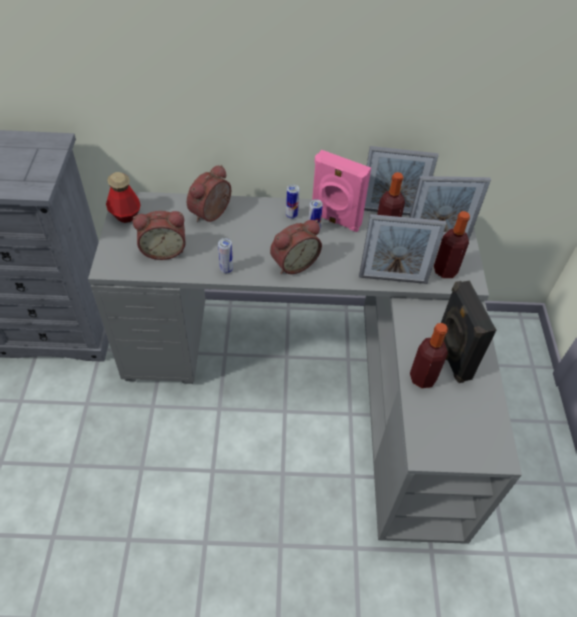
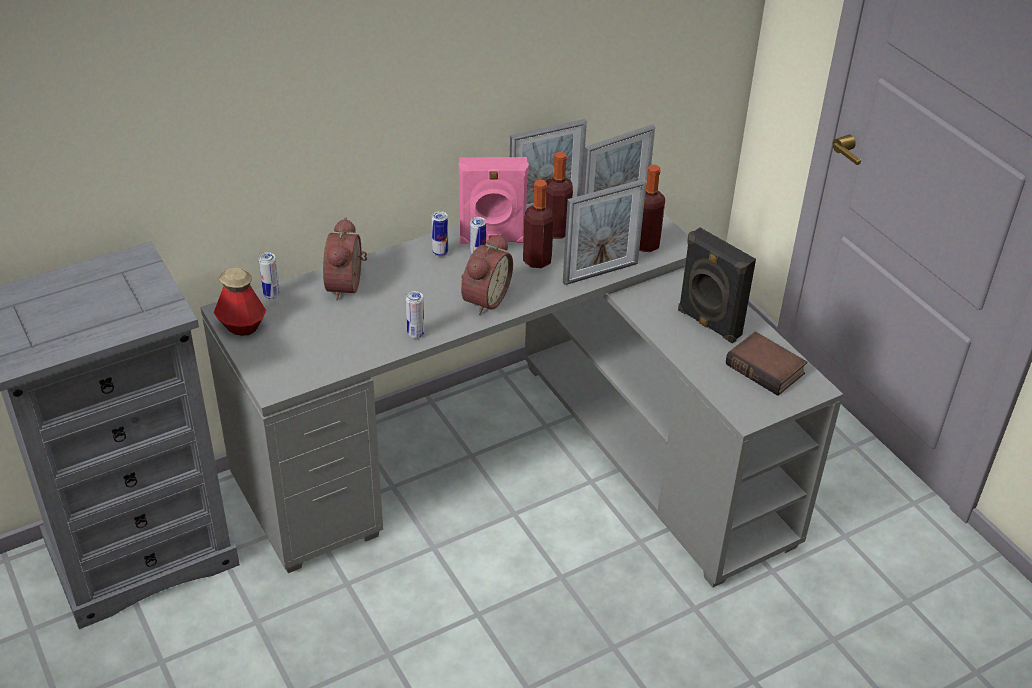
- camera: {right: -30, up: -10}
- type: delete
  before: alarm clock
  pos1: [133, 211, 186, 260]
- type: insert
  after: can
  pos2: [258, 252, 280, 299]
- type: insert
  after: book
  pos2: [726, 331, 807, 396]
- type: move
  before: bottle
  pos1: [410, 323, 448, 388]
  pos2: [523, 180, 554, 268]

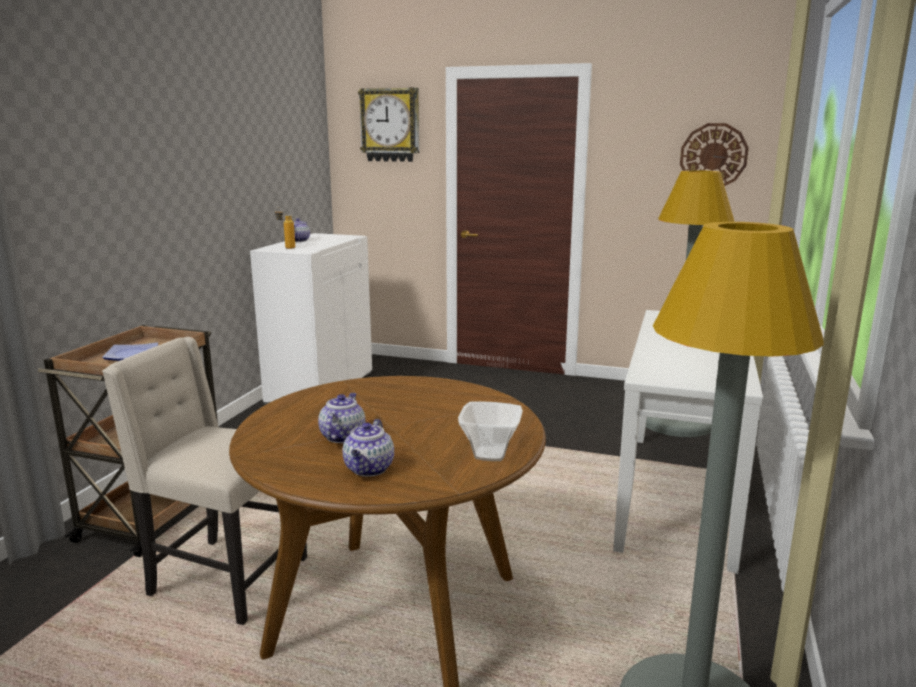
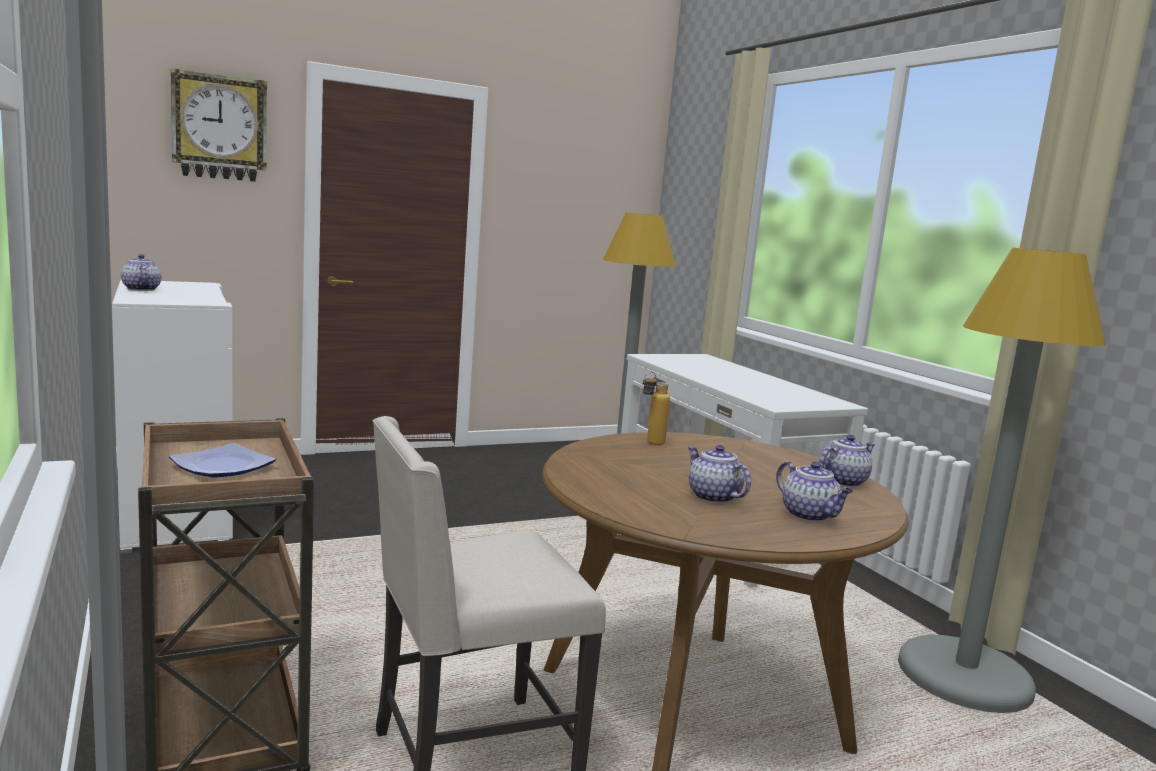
- camera: {right: -45, up: -5}
- type: delete
  before: wall clock
  pos1: [680, 123, 749, 186]
- type: move
  before: bottle
  pos1: [275, 208, 295, 249]
  pos2: [643, 371, 670, 445]
- type: replace
  before: bowl
  after: teapot
  pos1: [458, 401, 523, 461]
  pos2: [819, 435, 875, 487]

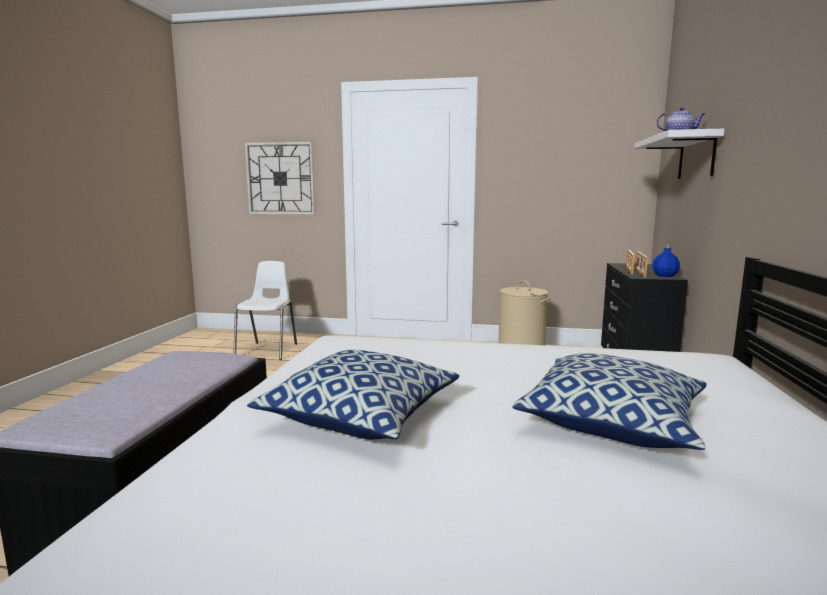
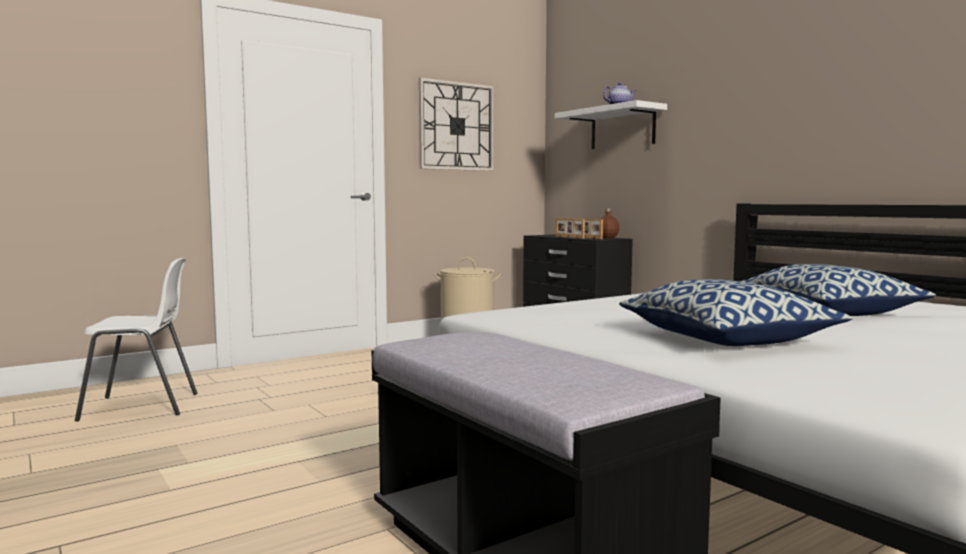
- camera: {right: -45, up: -5}
- type: move
  before: wall clock
  pos1: [245, 142, 315, 214]
  pos2: [419, 78, 494, 171]
- type: recolor
  before: bottle (blue)
  after: bottle (brown)
  pos1: [652, 244, 680, 277]
  pos2: [601, 208, 619, 238]
- type: rotate
  before: chair (white)
  pos1: [233, 261, 297, 360]
  pos2: [75, 258, 197, 422]
  turn: 120

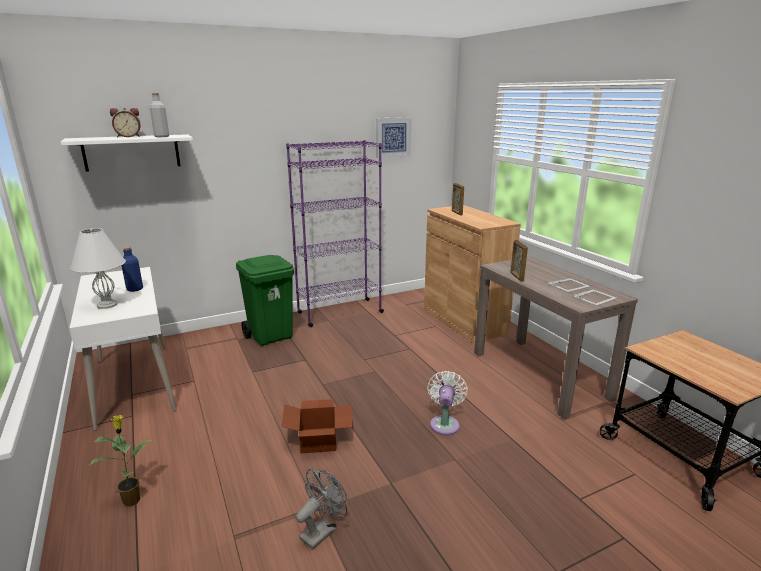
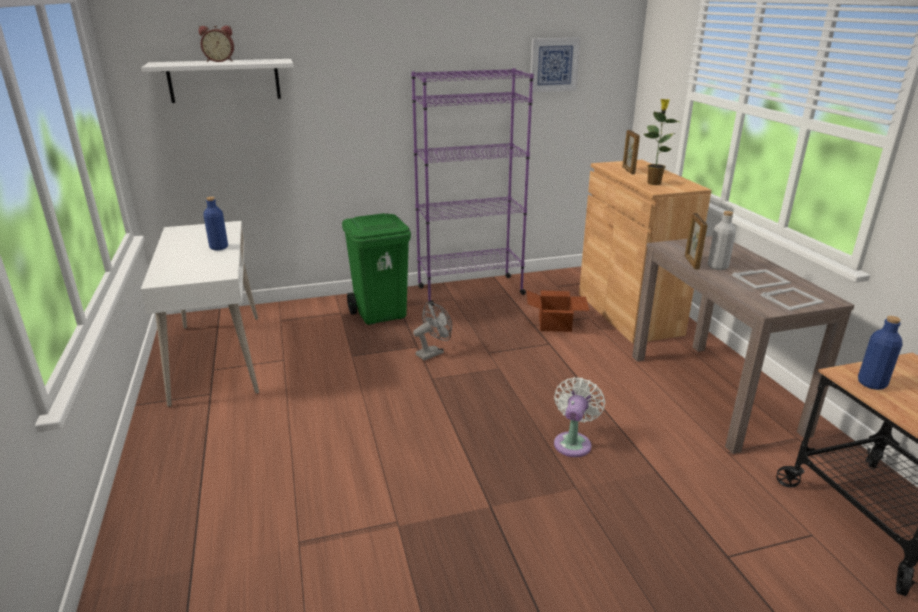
- camera: {right: 10, up: 5}
- type: delete
  before: table lamp (white)
  pos1: [70, 228, 126, 309]
- type: insert
  after: bottle (blue)
  pos2: [858, 316, 903, 390]
- type: move
  before: potted plant
  pos1: [88, 415, 154, 506]
  pos2: [643, 99, 680, 185]
- type: move
  before: bottle (grey)
  pos1: [150, 93, 169, 137]
  pos2: [708, 211, 736, 270]
- type: move
  before: cardboard box
  pos1: [282, 399, 353, 453]
  pos2: [527, 291, 589, 332]
- type: move
  before: fan (grey)
  pos1: [296, 469, 347, 550]
  pos2: [413, 302, 452, 361]

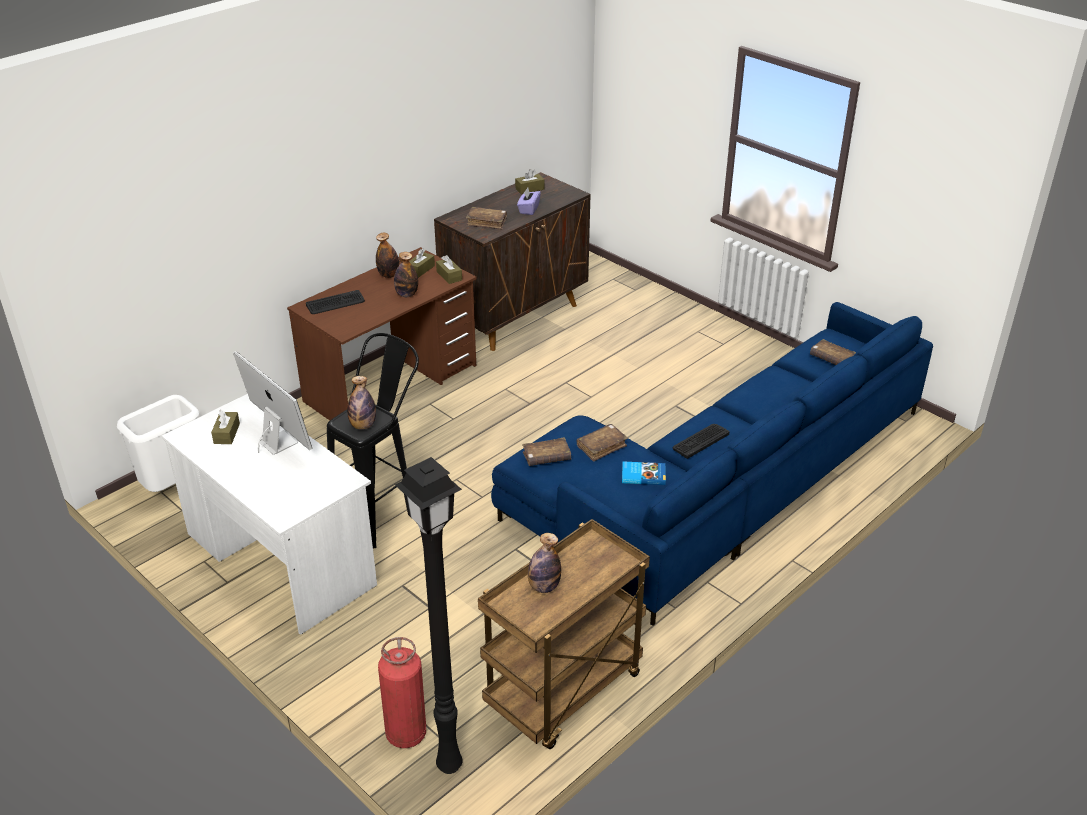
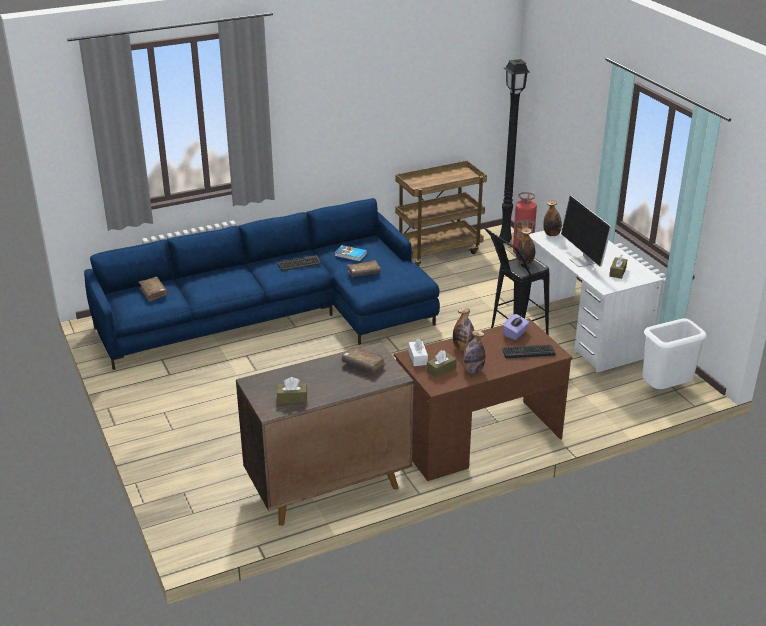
- camera: {right: -160, up: -5}
- type: delete
  before: book (brown)
  pos1: [522, 437, 571, 466]
- type: move
  before: tissue box (purple)
  pos1: [517, 188, 541, 215]
  pos2: [503, 314, 529, 340]
- type: move
  before: bottle
  pos1: [528, 533, 561, 593]
  pos2: [543, 200, 562, 236]
- type: recolor
  before: tissue box (brown)
  after: tissue box (white)
  pos1: [436, 255, 462, 284]
  pos2: [408, 338, 428, 366]

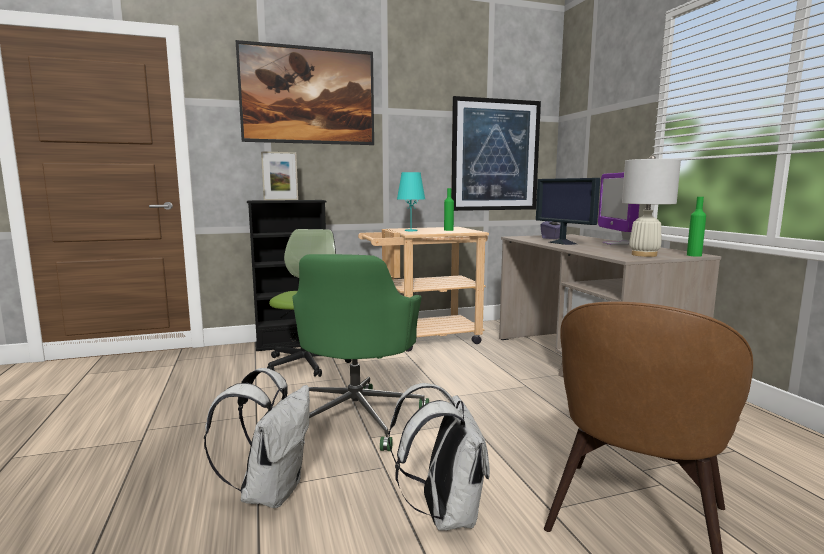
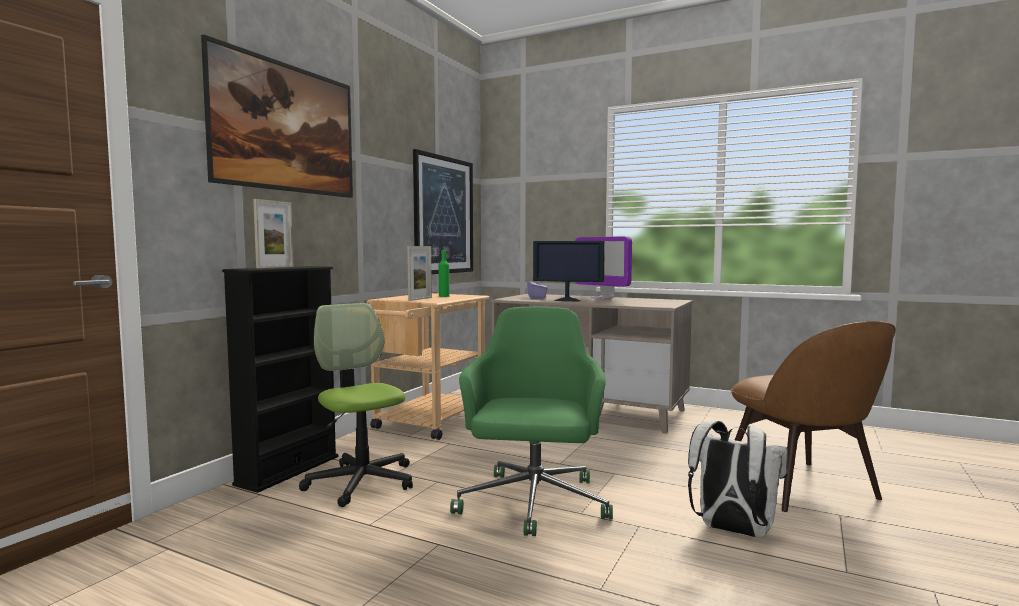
- camera: {right: -45, up: -5}
- type: delete
  before: backpack (white)
  pos1: [204, 368, 310, 508]
- type: delete
  before: table lamp (white)
  pos1: [622, 156, 681, 257]
- type: delete
  before: bottle (green)
  pos1: [687, 197, 706, 257]
- type: replace
  before: table lamp (turquoise)
  after: picture frame
  pos1: [397, 172, 425, 231]
  pos2: [407, 246, 432, 301]
- type: rotate
  before: office chair (green)
  pos1: [293, 254, 429, 451]
  pos2: [450, 307, 613, 536]
  turn: -135

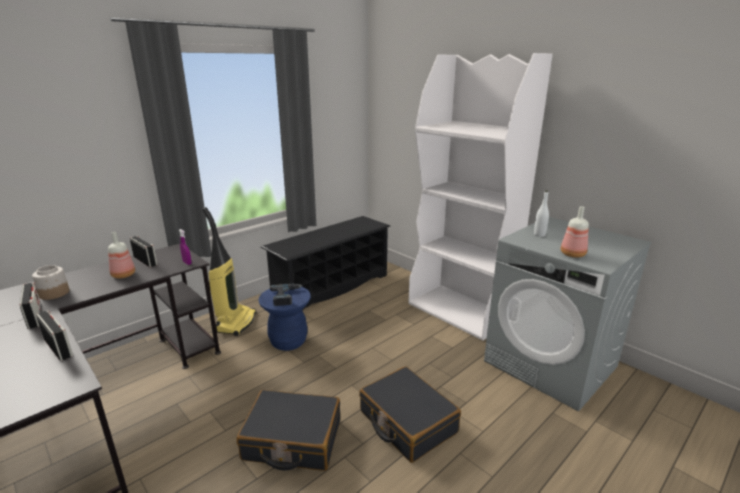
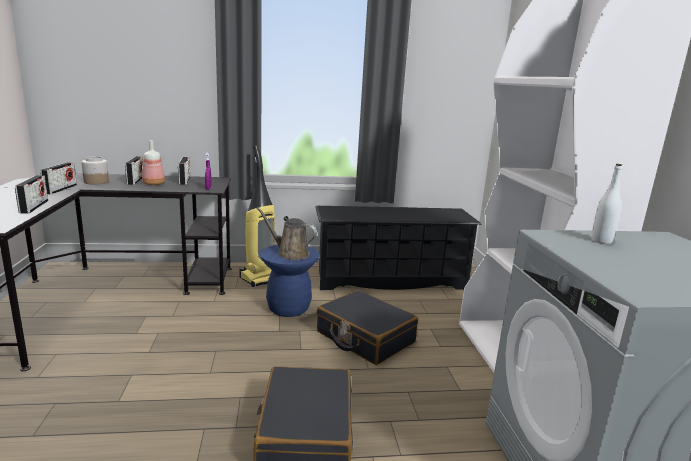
- camera: {right: 35, up: -5}
- type: delete
  before: bottle
  pos1: [561, 206, 589, 258]
- type: insert
  after: radio
  pos2: [125, 156, 143, 185]
- type: move
  before: suitcase (black)
  pos1: [237, 390, 341, 471]
  pos2: [317, 290, 418, 365]
- type: replace
  before: power drill
  after: watering can (brown)
  pos1: [270, 284, 302, 306]
  pos2: [257, 207, 317, 260]

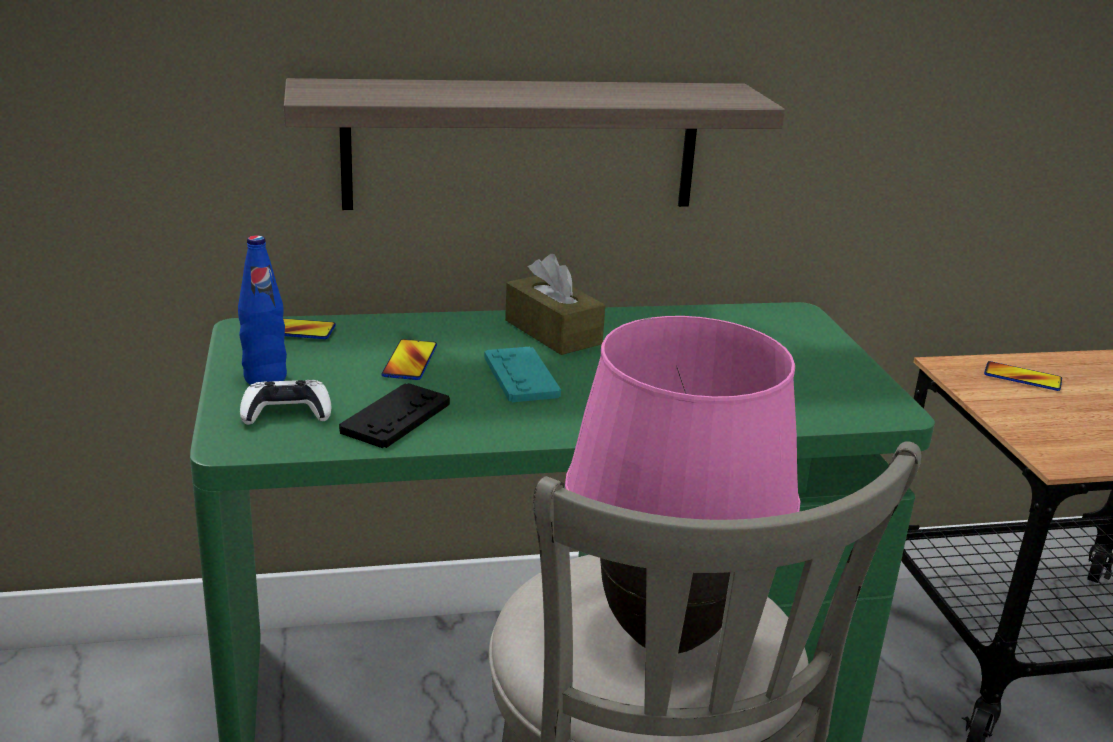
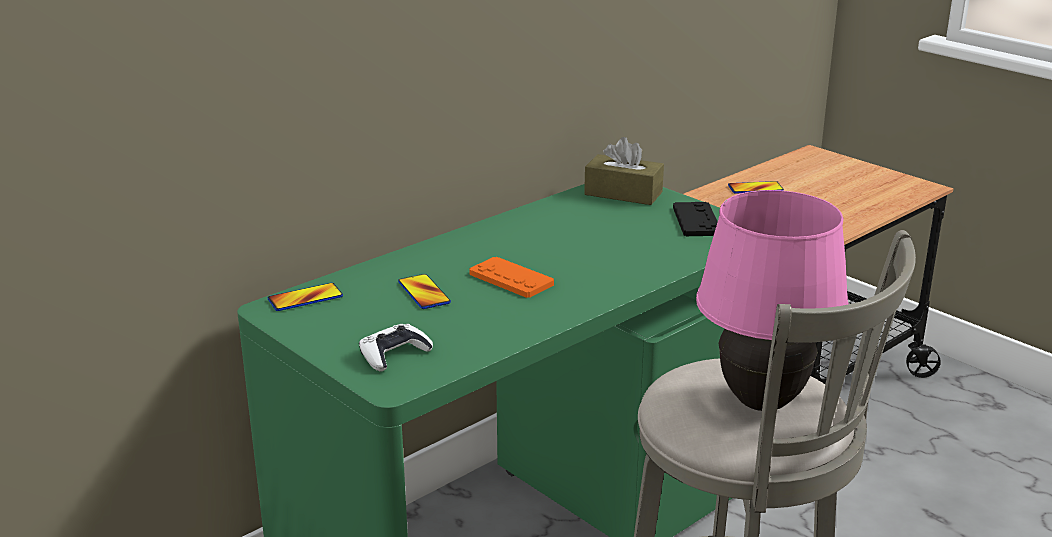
- camera: {right: -30, up: 0}
- type: delete
  before: bottle (blue)
  pos1: [238, 235, 287, 385]
- type: delete
  before: shelf
  pos1: [284, 78, 785, 210]
- type: move
  before: game controller (black)
  pos1: [339, 383, 450, 448]
  pos2: [673, 202, 718, 236]
- type: move
  before: tissue box (brown)
  pos1: [505, 254, 605, 355]
  pos2: [584, 137, 664, 205]
- type: recolor
  before: game controller (turquoise)
  after: game controller (orange)
  pos1: [484, 347, 561, 402]
  pos2: [469, 257, 554, 298]

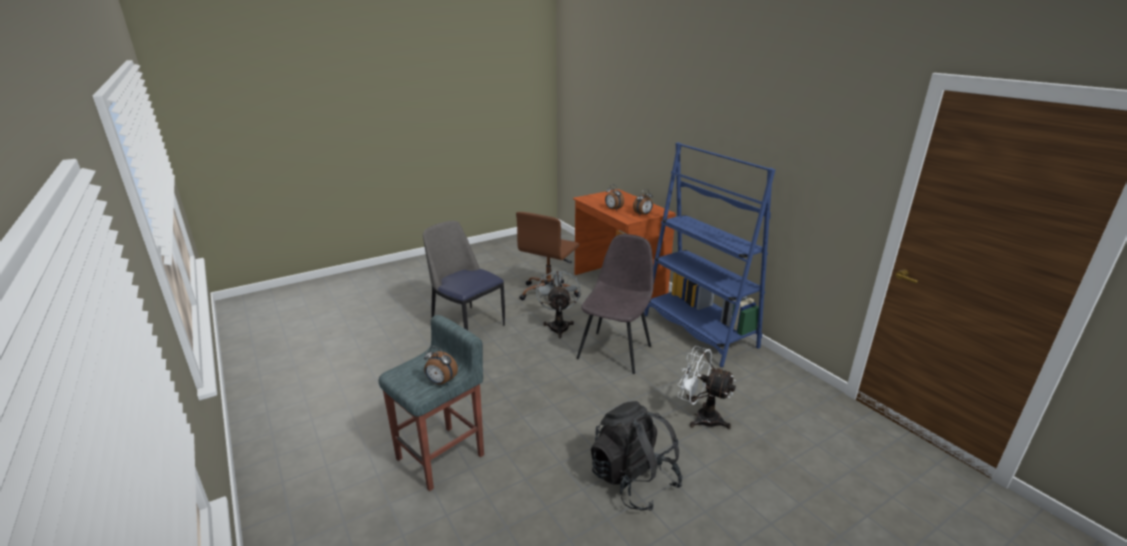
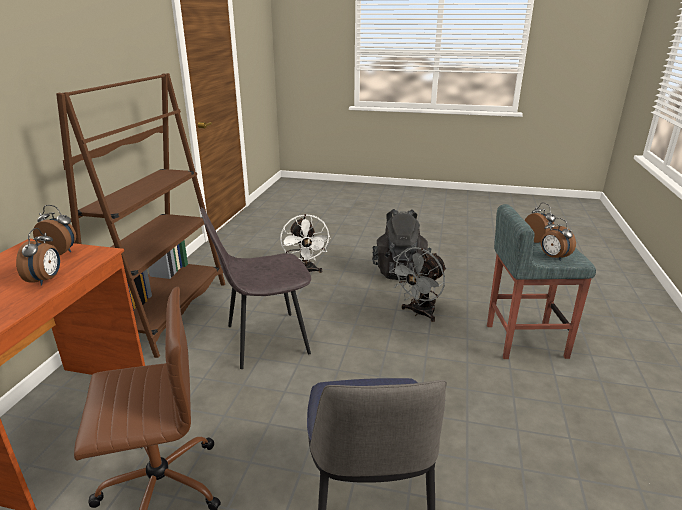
- camera: {right: -135, up: 0}
- type: insert
  after: alarm clock
  pos2: [541, 218, 576, 261]
- type: move
  before: fan (grey)
  pos1: [536, 268, 580, 338]
  pos2: [389, 247, 447, 322]
- type: recolor
  before: bookcase (blue)
  after: bookcase (brown)
  pos1: [644, 142, 775, 367]
  pos2: [56, 73, 225, 358]

